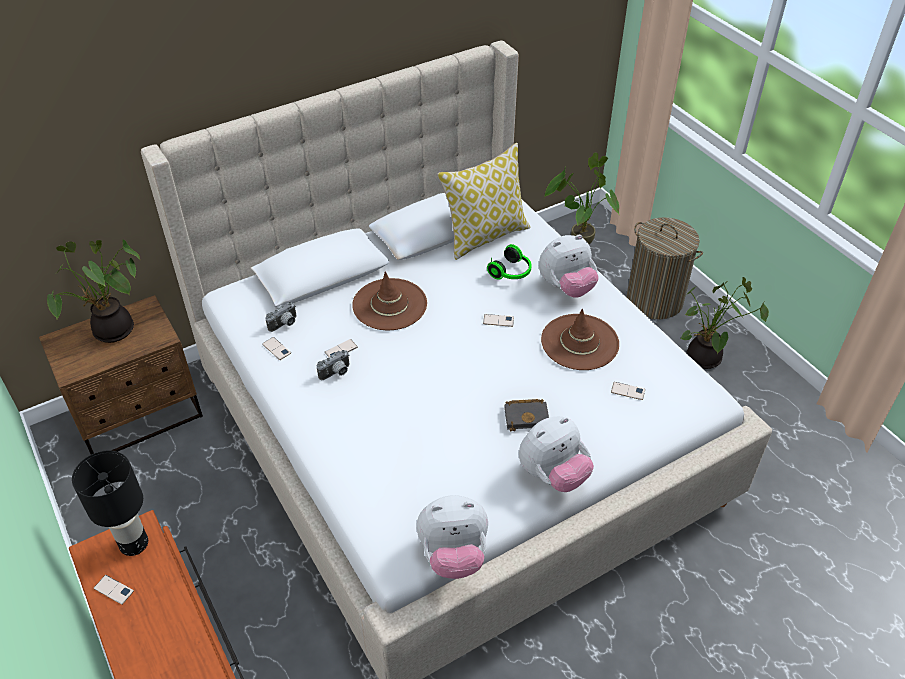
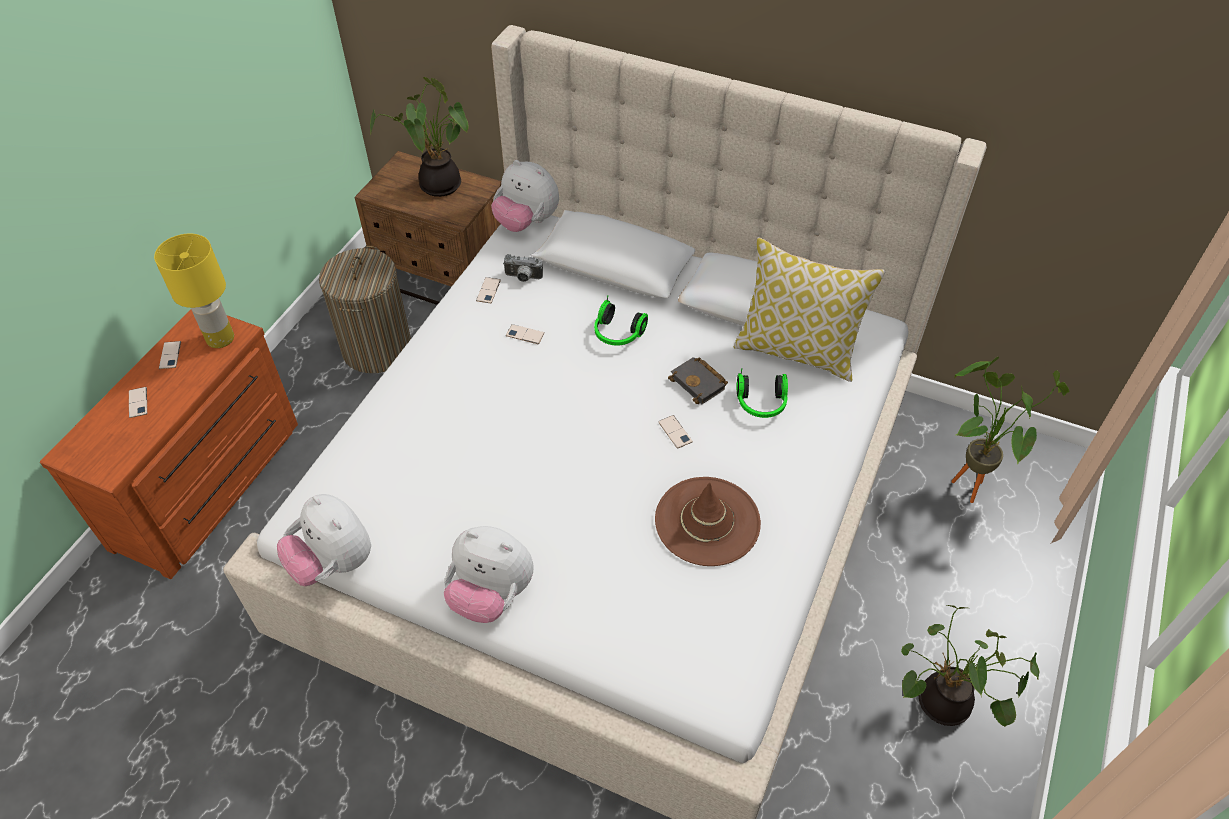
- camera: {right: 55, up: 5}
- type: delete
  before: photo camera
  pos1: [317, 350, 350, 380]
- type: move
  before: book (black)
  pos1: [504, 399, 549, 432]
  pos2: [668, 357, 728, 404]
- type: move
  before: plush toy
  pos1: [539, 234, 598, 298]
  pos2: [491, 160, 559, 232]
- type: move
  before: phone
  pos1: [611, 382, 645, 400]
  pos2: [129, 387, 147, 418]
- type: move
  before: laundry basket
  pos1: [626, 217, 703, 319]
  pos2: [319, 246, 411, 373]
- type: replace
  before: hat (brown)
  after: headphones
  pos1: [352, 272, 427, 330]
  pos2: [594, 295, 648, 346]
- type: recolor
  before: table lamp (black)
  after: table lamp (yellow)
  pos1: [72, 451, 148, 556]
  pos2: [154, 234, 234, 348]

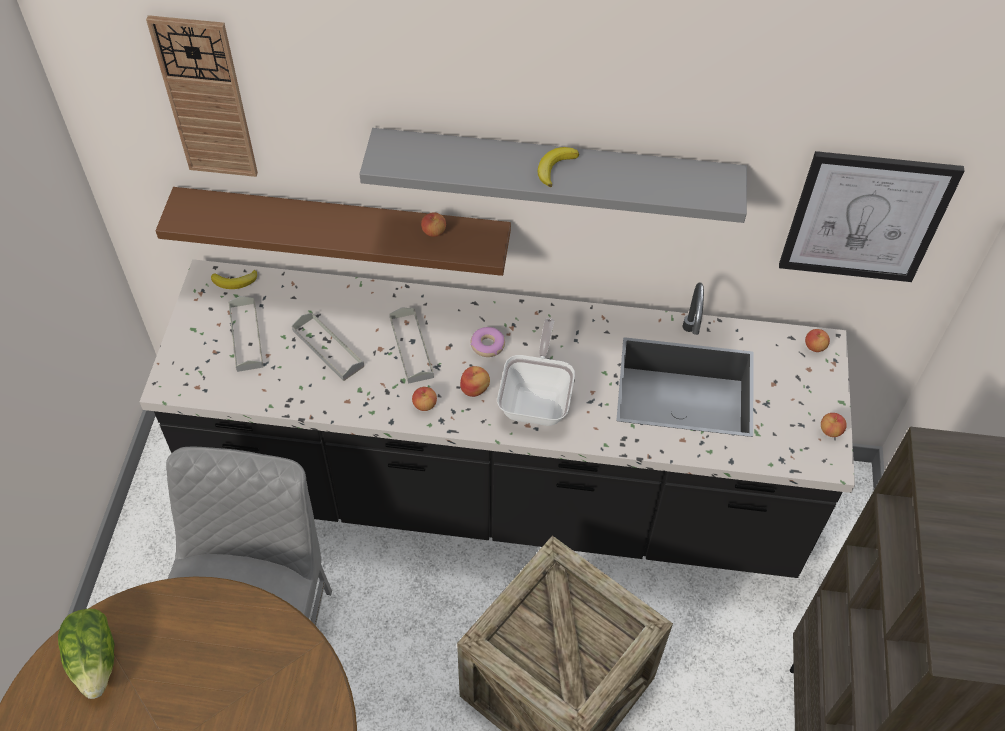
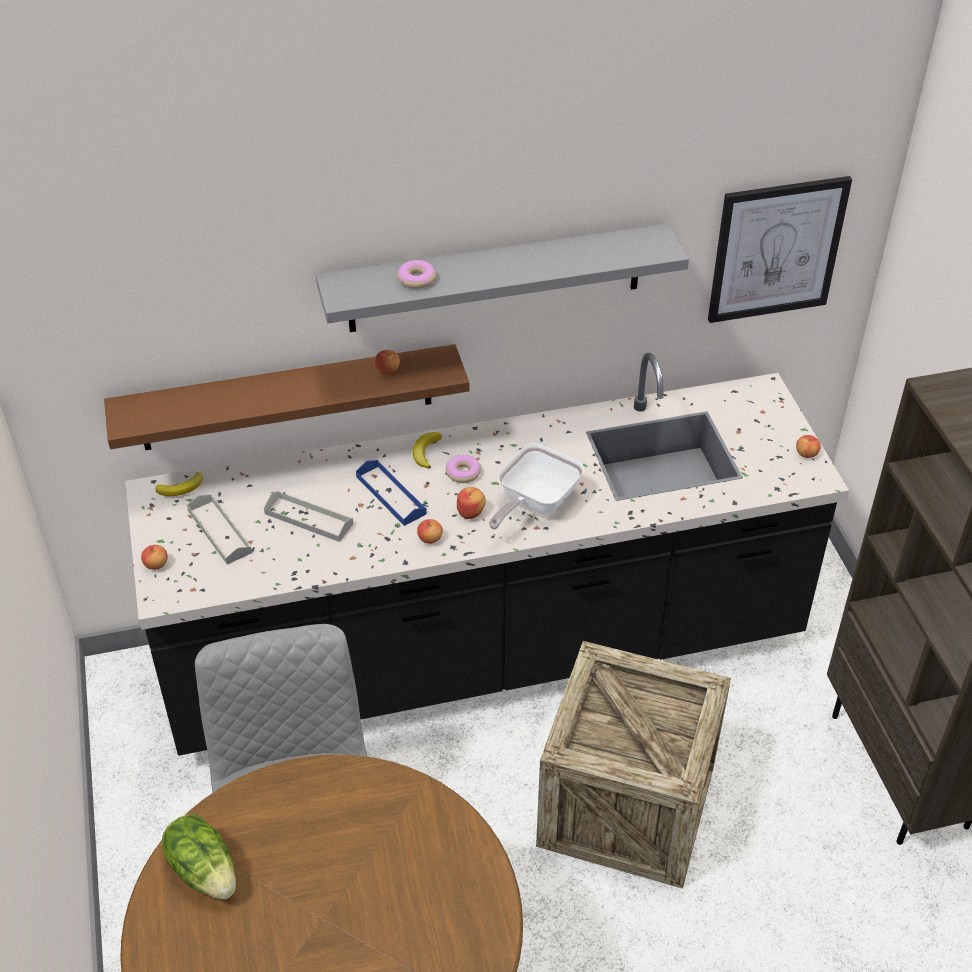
- camera: {right: -20, up: -10}
- type: delete
  before: wall clock
  pos1: [146, 15, 258, 177]
- type: insert
  after: donut
  pos2: [397, 260, 436, 289]
- type: move
  before: banana
  pos1: [538, 147, 579, 187]
  pos2: [413, 432, 442, 469]
- type: move
  before: apple
  pos1: [805, 329, 830, 352]
  pos2: [141, 545, 168, 570]
- type: recolor
  before: tray (grey)
  after: tray (blue)
  pos1: [389, 307, 434, 384]
  pos2: [356, 460, 427, 526]
- type: rotate
  before: frying pan
  pos1: [497, 318, 575, 426]
  pos2: [489, 443, 584, 530]
  turn: -135

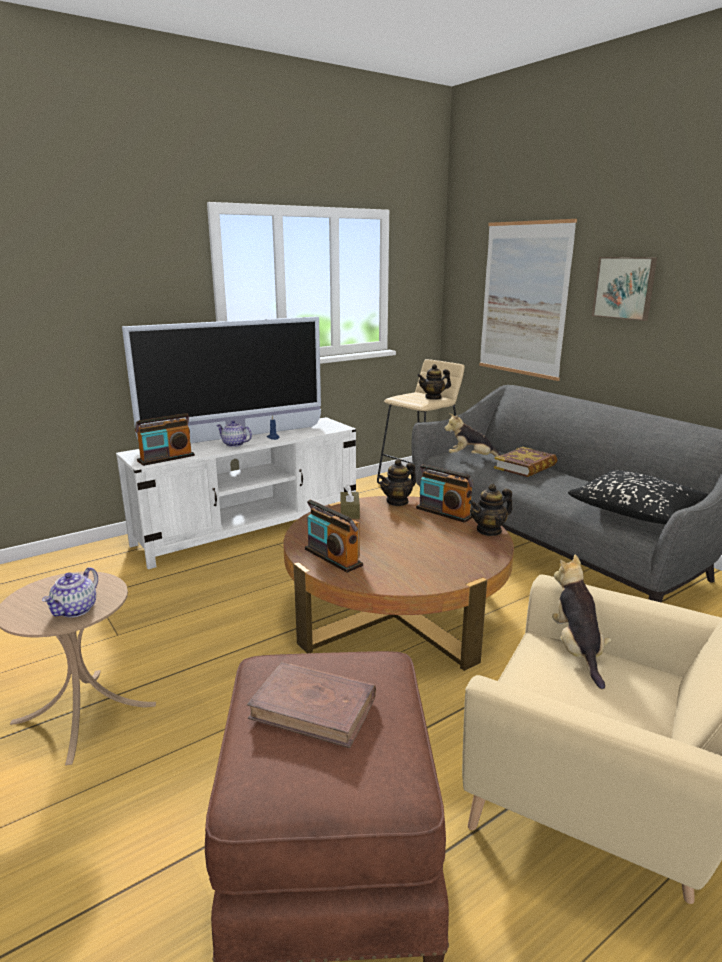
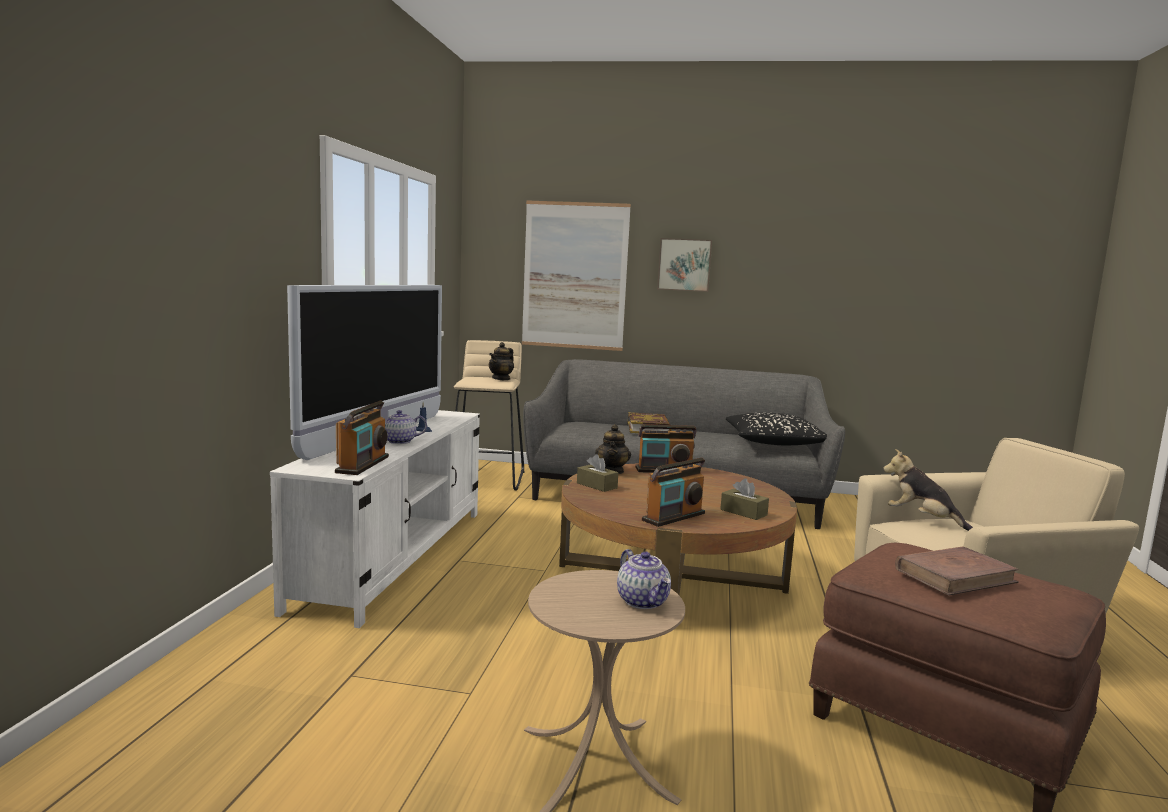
- camera: {right: -45, up: -10}
- type: delete
  before: plush toy
  pos1: [444, 413, 500, 457]
- type: delete
  before: teapot
  pos1: [469, 484, 513, 536]
- type: insert
  after: tissue box (brown)
  pos2: [720, 479, 769, 520]
- type: rotate
  before: radio
  pos1: [305, 500, 363, 573]
  pos2: [642, 458, 705, 527]
  turn: -45

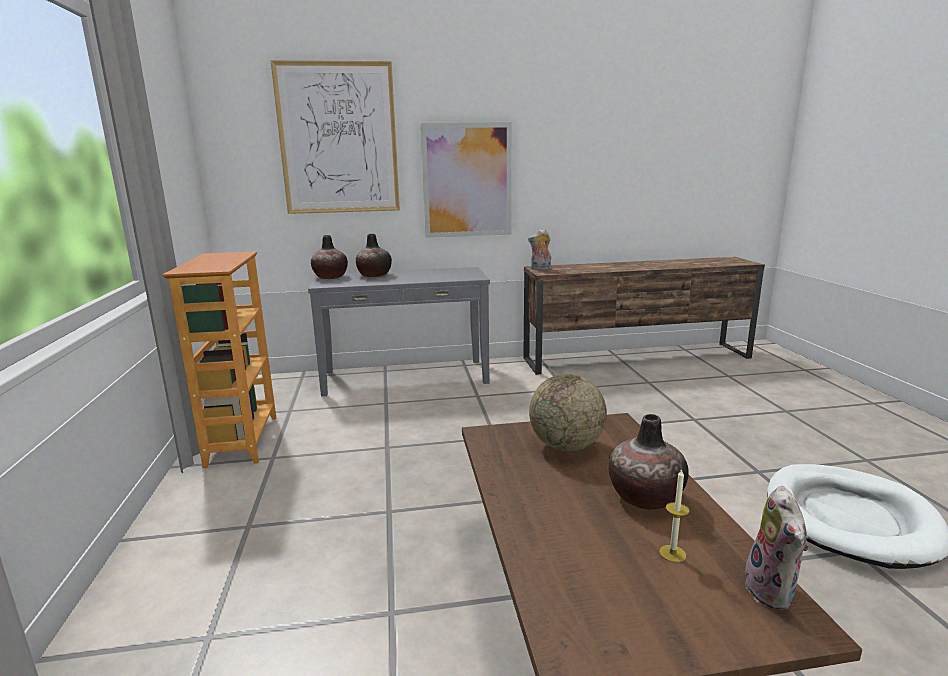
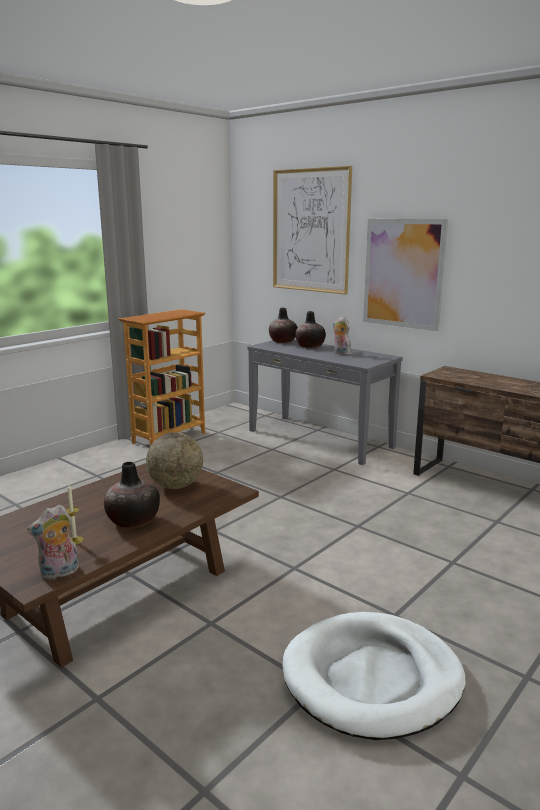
- camera: {right: 50, up: 0}
- type: move
  before: plush toy
  pos1: [528, 229, 551, 270]
  pos2: [332, 317, 351, 355]

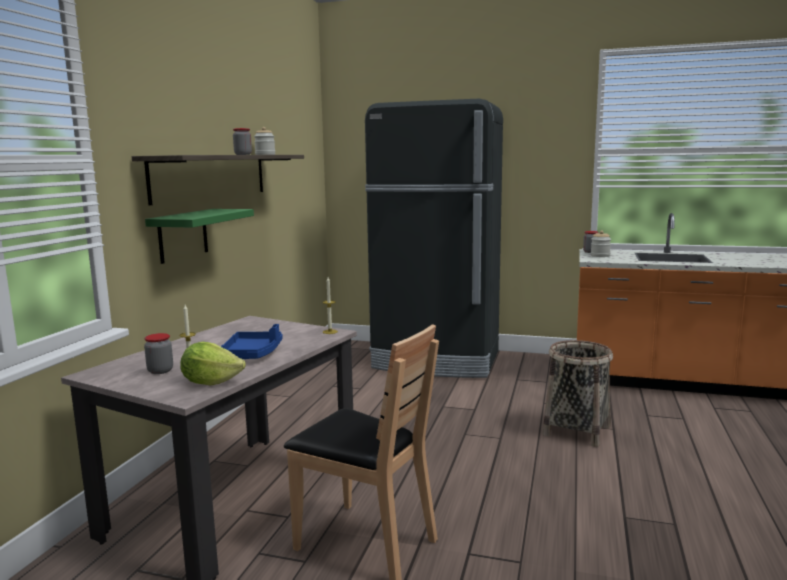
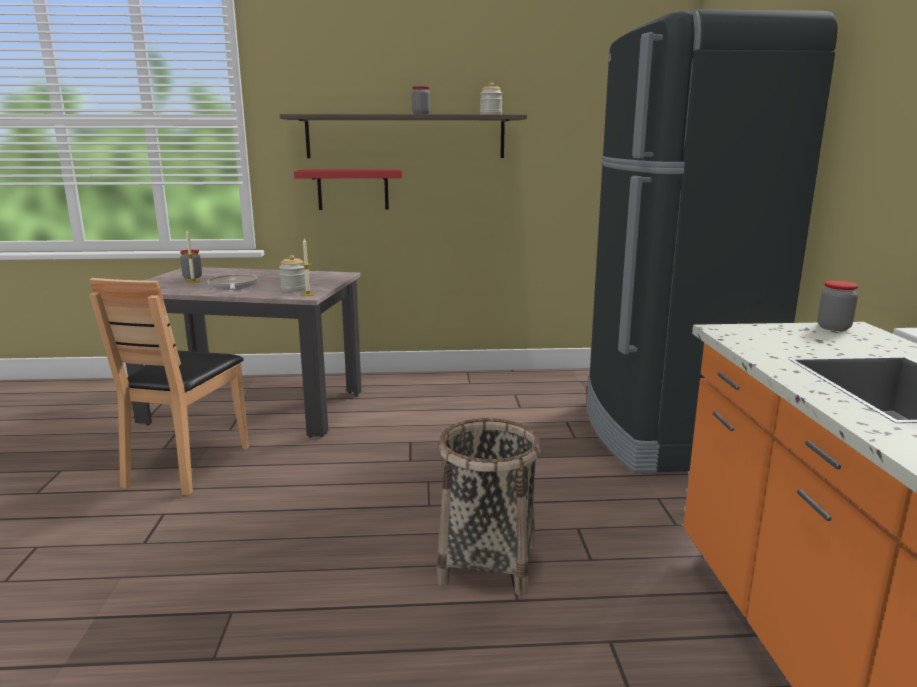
- camera: {right: 70, up: 5}
- type: delete
  before: lettuce
  pos1: [180, 342, 246, 385]
- type: move
  before: jar
  pos1: [591, 231, 611, 257]
  pos2: [279, 255, 306, 292]
- type: replace
  before: tray (blue)
  after: frying pan
  pos1: [221, 324, 283, 359]
  pos2: [207, 274, 258, 290]
- type: recolor
  before: shelf (green)
  after: shelf (red)
  pos1: [145, 209, 254, 264]
  pos2: [294, 169, 403, 210]

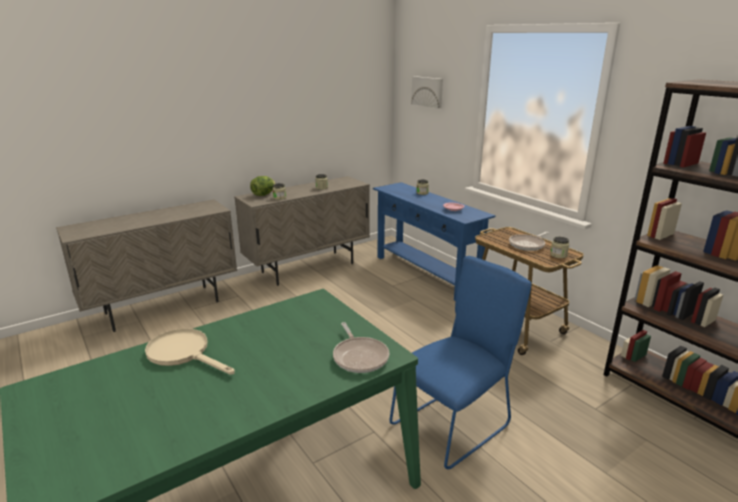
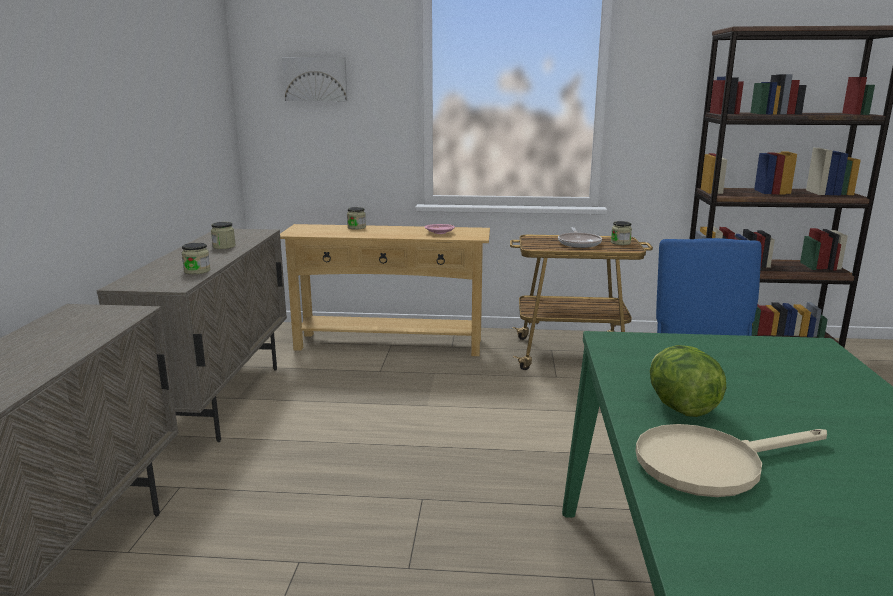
- camera: {right: -50, up: -5}
- type: delete
  before: frying pan
  pos1: [333, 322, 389, 373]
- type: move
  before: lettuce
  pos1: [250, 176, 276, 196]
  pos2: [650, 345, 726, 417]
- type: recolor
  before: console table (blue)
  after: console table (beige)
  pos1: [373, 182, 496, 301]
  pos2: [280, 224, 490, 356]

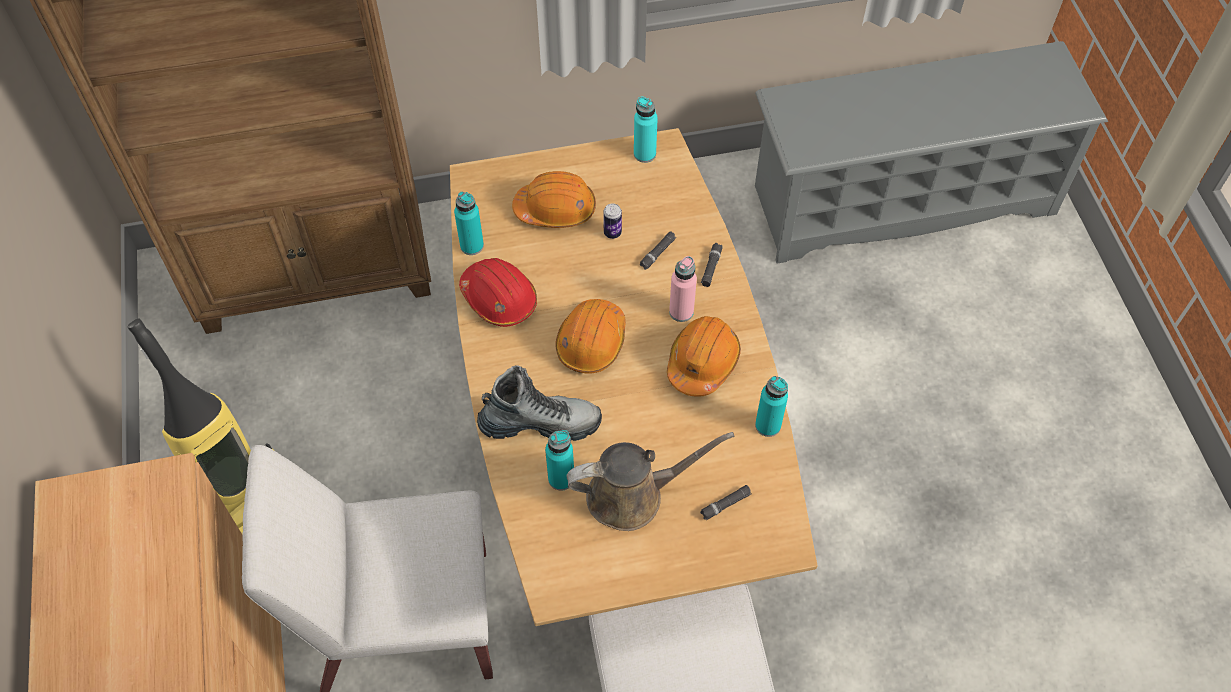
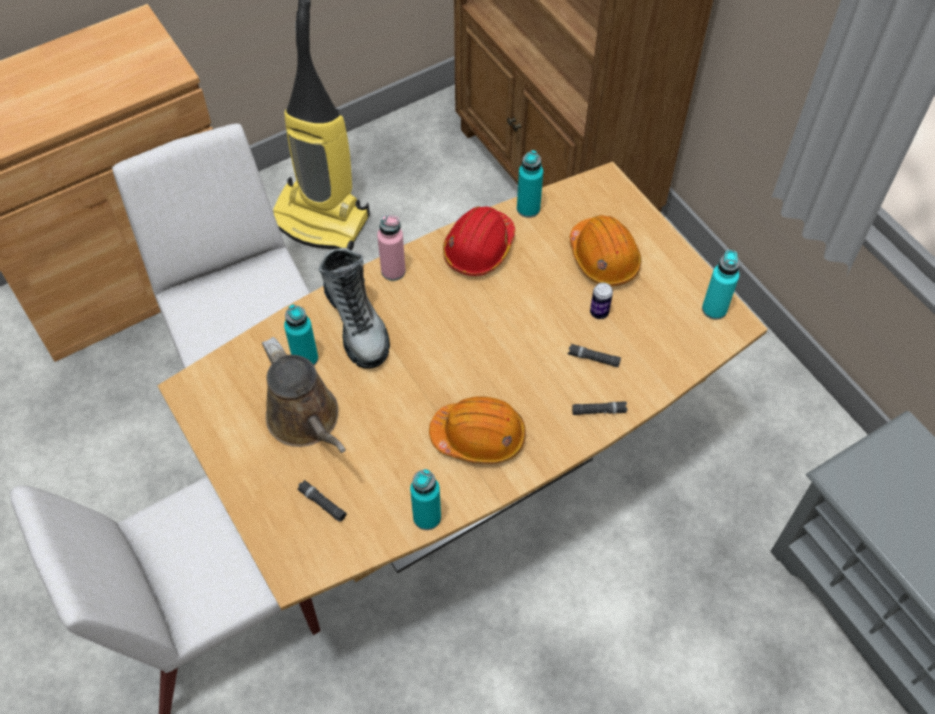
- camera: {right: 70, up: 0}
- type: delete
  before: hard hat (orange)
  pos1: [555, 299, 626, 374]
- type: move
  before: bottle (pink)
  pos1: [669, 256, 697, 322]
  pos2: [377, 215, 406, 281]

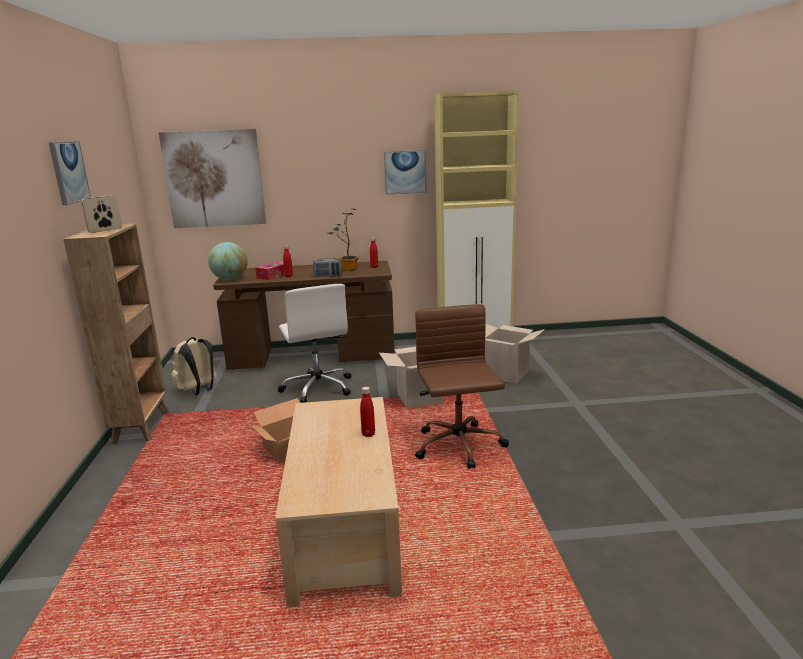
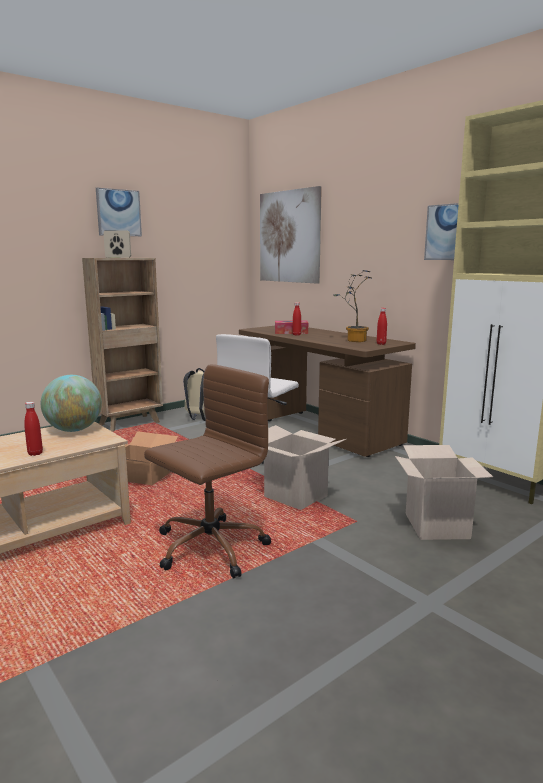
- camera: {right: 55, up: -5}
- type: delete
  before: radio
  pos1: [313, 258, 342, 277]
- type: move
  before: globe
  pos1: [208, 242, 248, 280]
  pos2: [41, 375, 102, 432]

